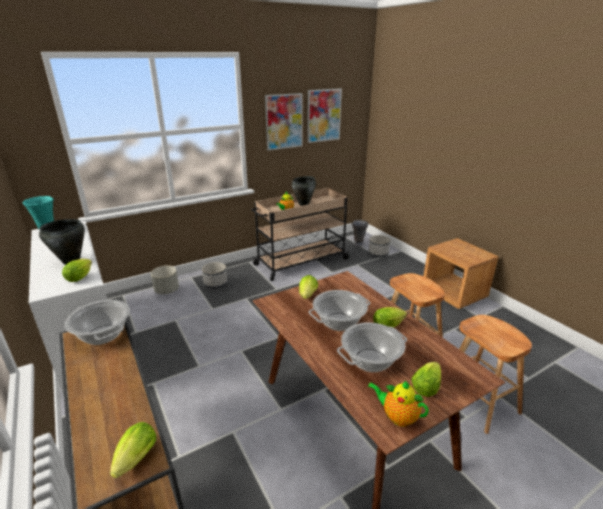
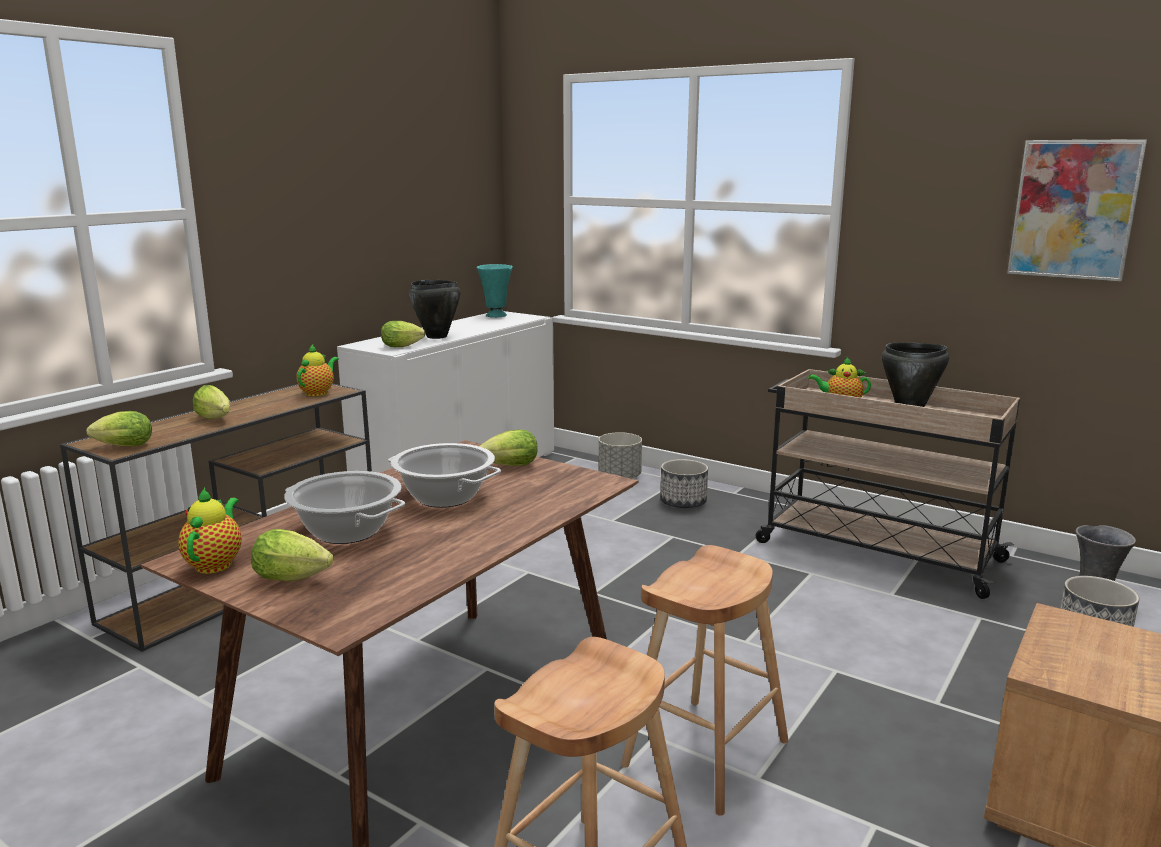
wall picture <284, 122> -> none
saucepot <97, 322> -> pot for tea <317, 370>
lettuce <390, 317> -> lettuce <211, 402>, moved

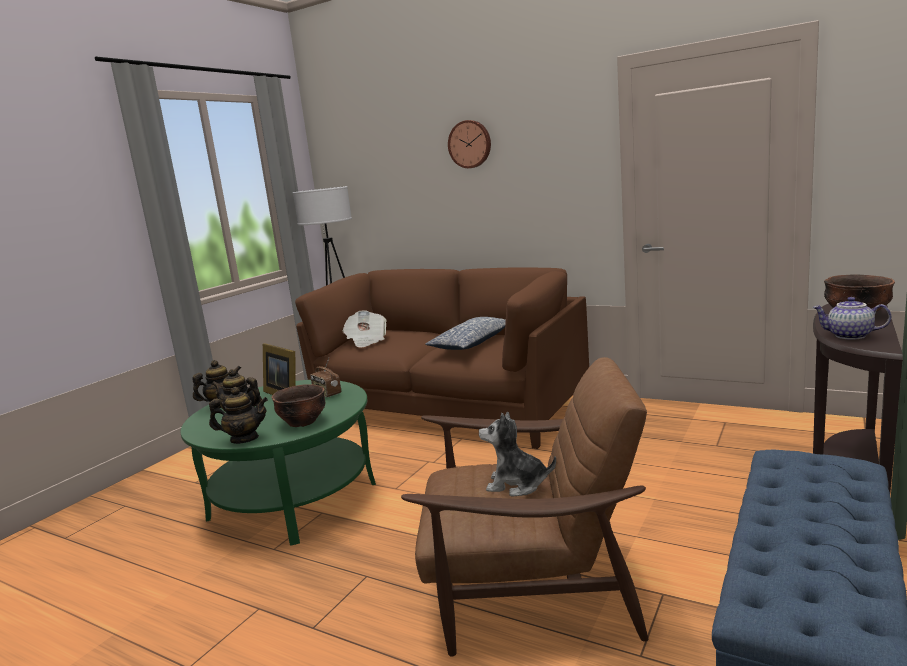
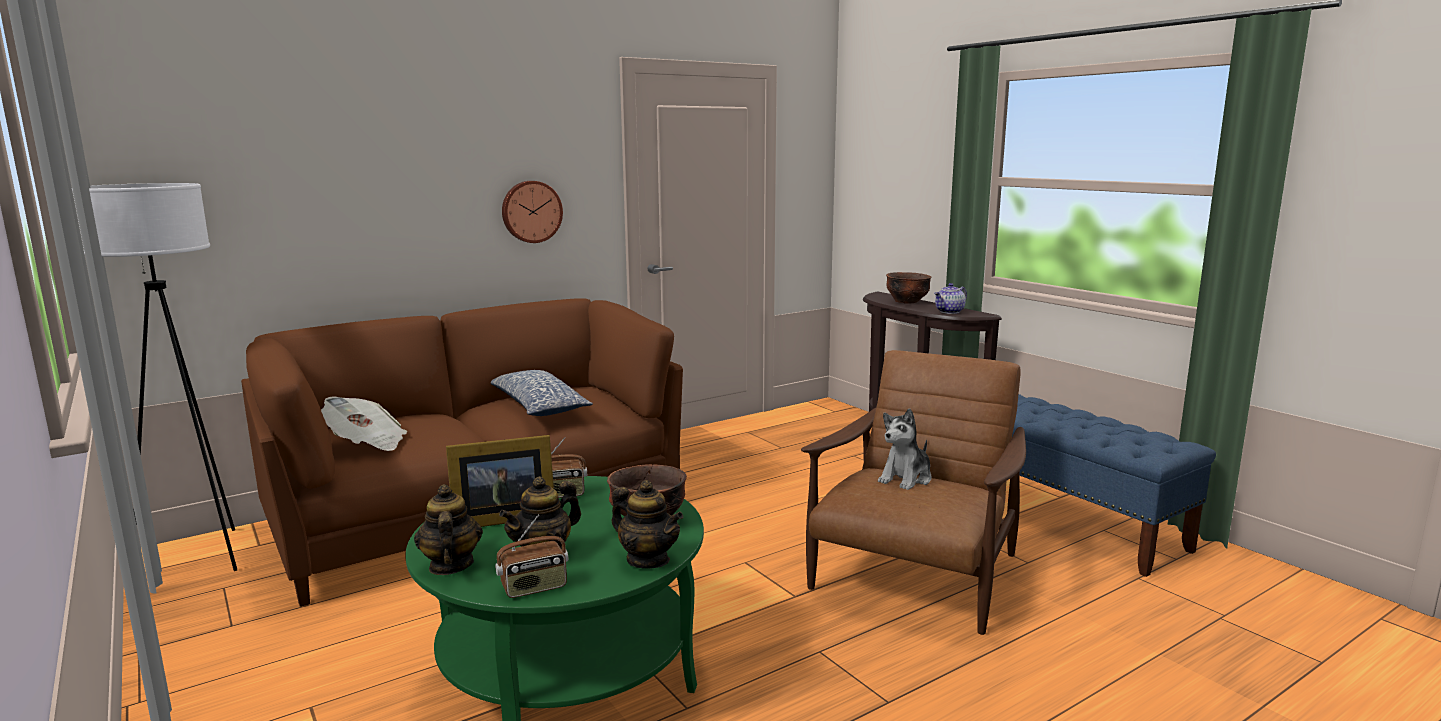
wall clock <469, 144> -> wall clock <532, 212>, moved
pot for tea <238, 415> -> pot for tea <647, 524>, 105 degrees clockwise
none -> radio <531, 556>

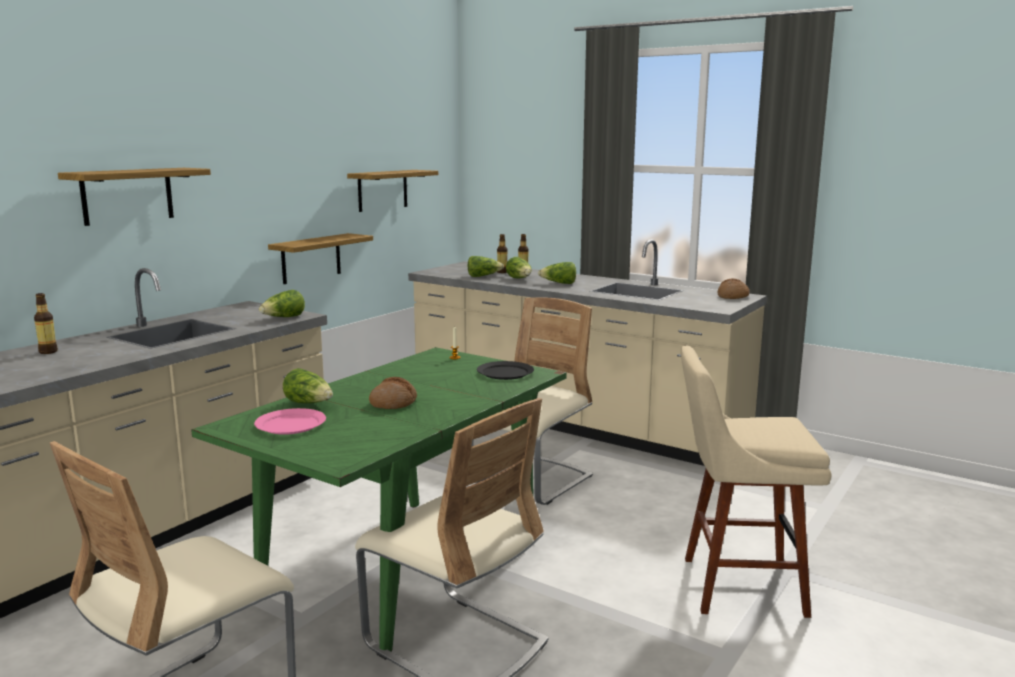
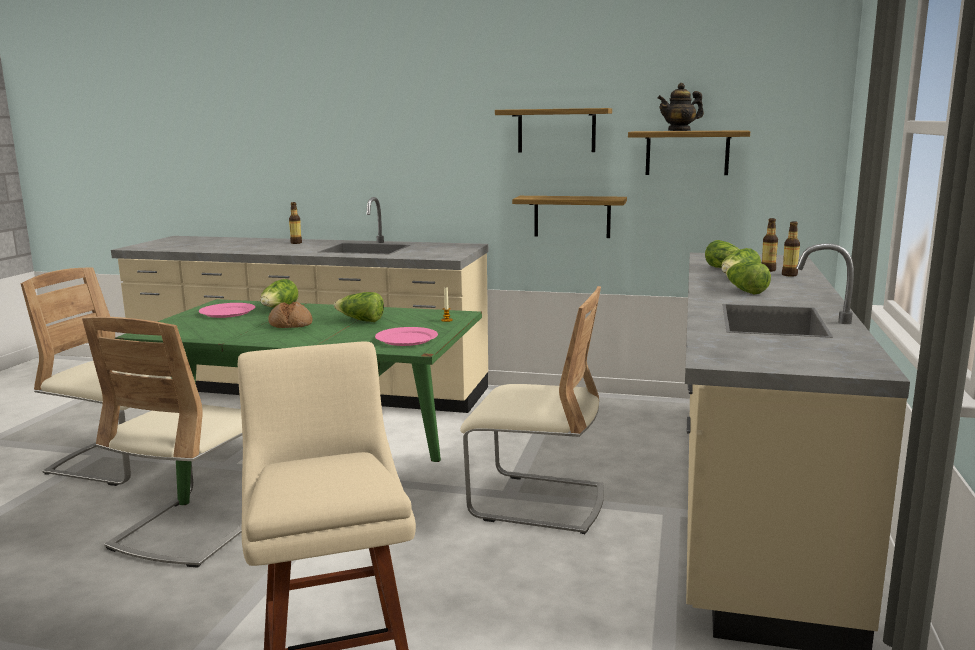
wall shelf <134, 197> -> wall shelf <553, 130>, moved
bakery bread <733, 289> -> none
lettuce <282, 303> -> lettuce <359, 307>, moved
blackish flat dish <505, 370> -> pinkish flat dish <406, 336>
none -> pot for tea <681, 107>

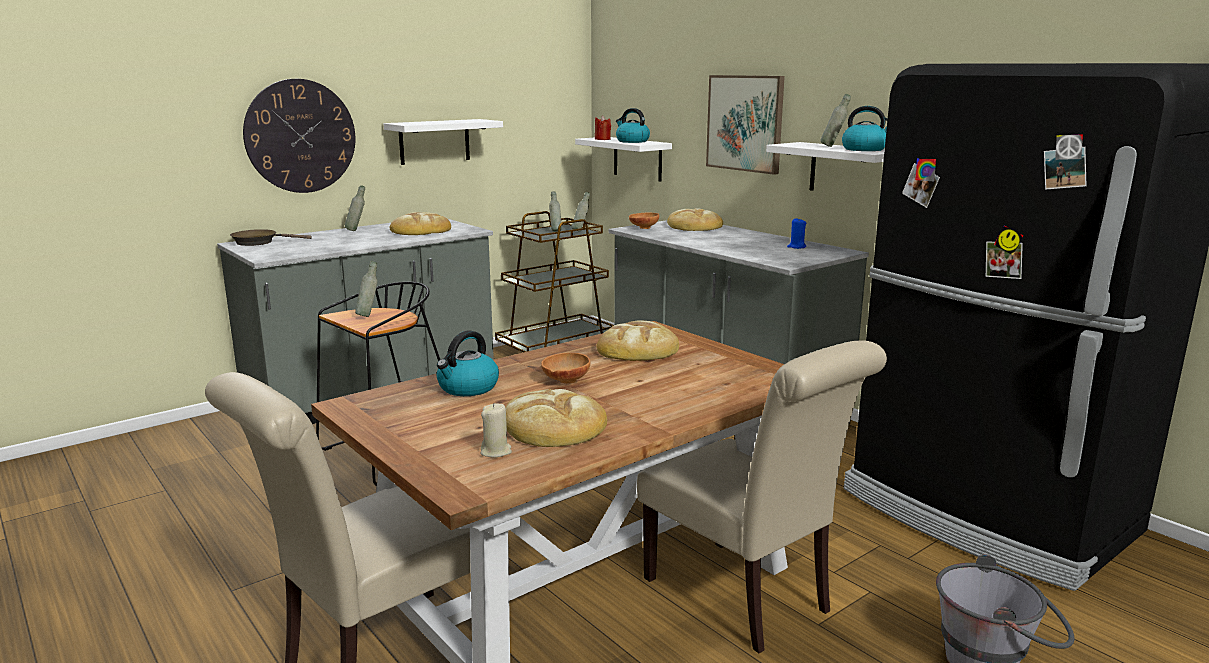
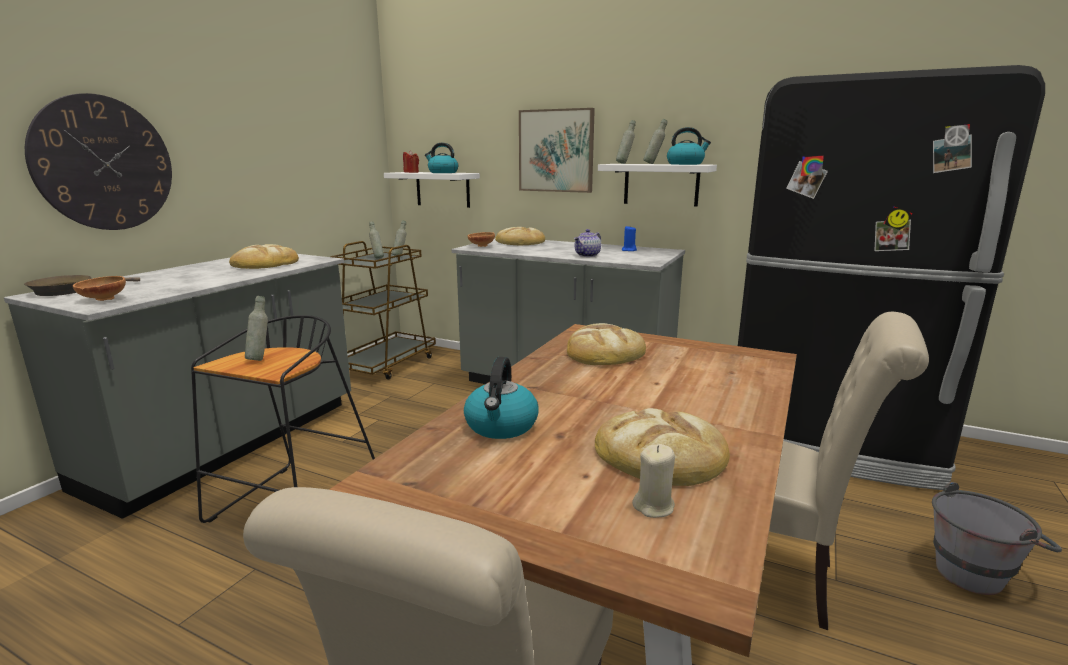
white wall shelf <443, 142> -> none
grey beverage bottle <355, 208> -> grey beverage bottle <626, 142>, moved
brownish deep dish <566, 368> -> brownish deep dish <99, 288>, moved
none -> pot for tea <587, 243>

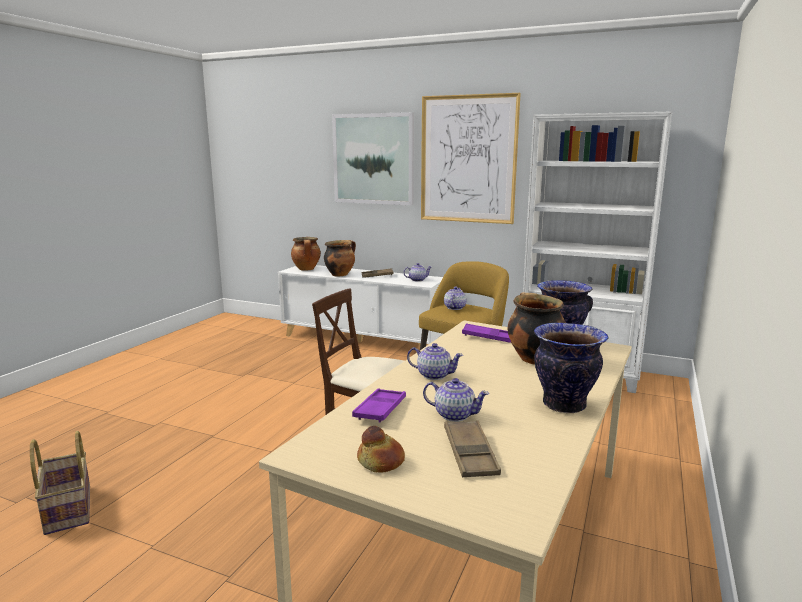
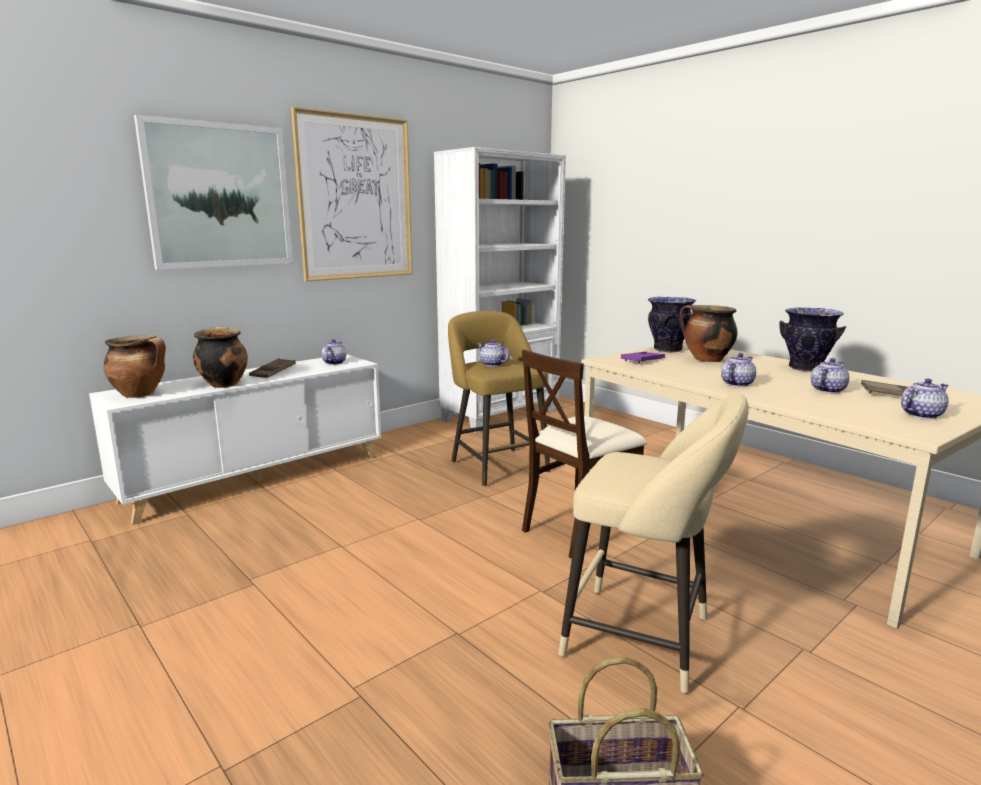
purple serving tray <379, 405> -> none
bakery bread <381, 449> -> pot for tea <925, 398>
none -> sand-coloured stool <654, 544>

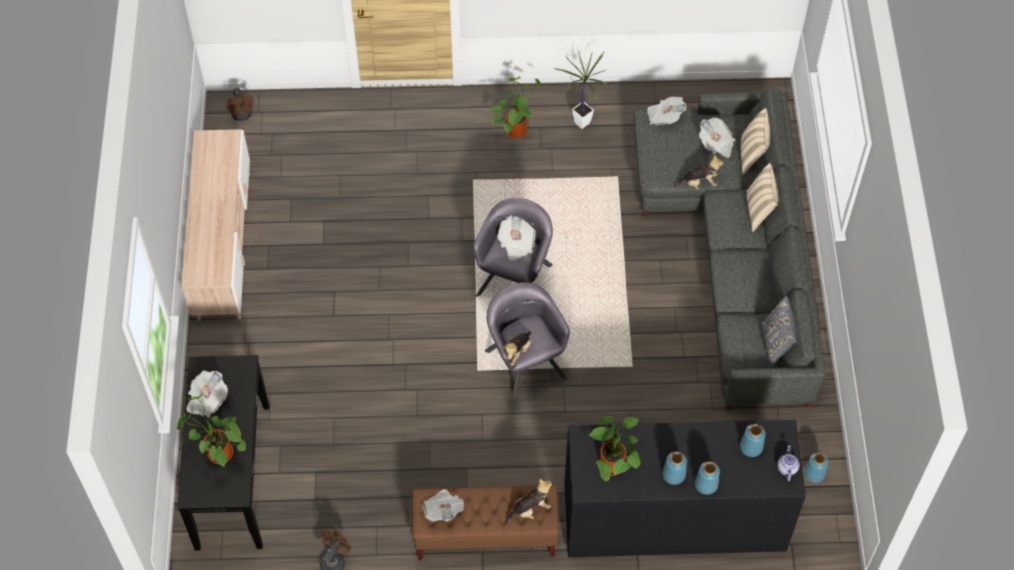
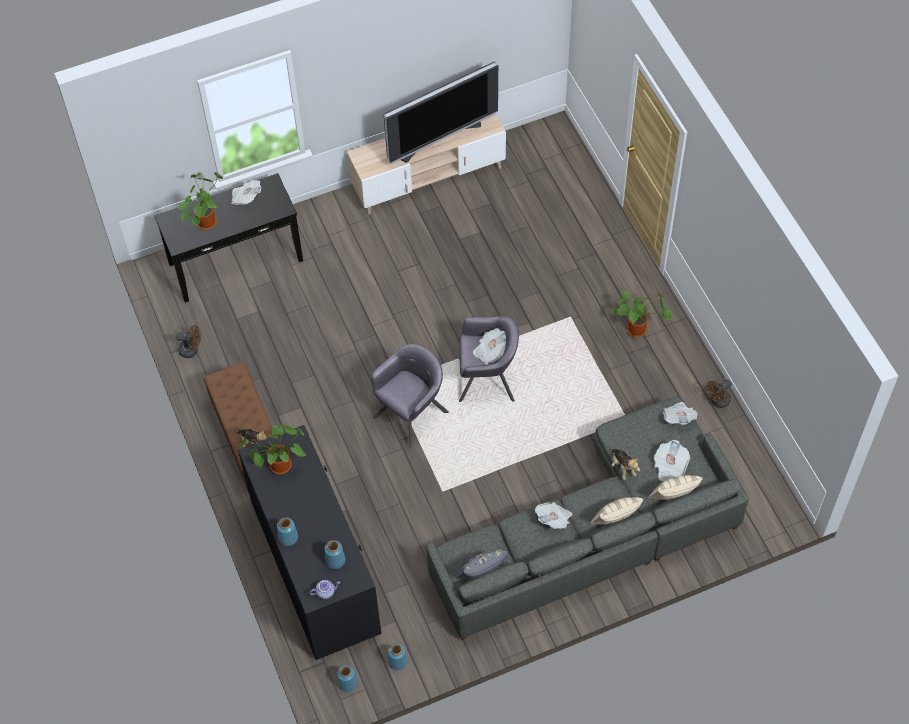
plant in a pot <581, 89> -> none
brownish cooling fan <240, 104> -> brownish cooling fan <719, 393>, moved
soft toy <516, 348> -> none
blue vase <675, 468> -> blue vase <347, 678>, moved
daily paper <443, 505> -> daily paper <553, 515>, moved
none -> TV set <441, 112>

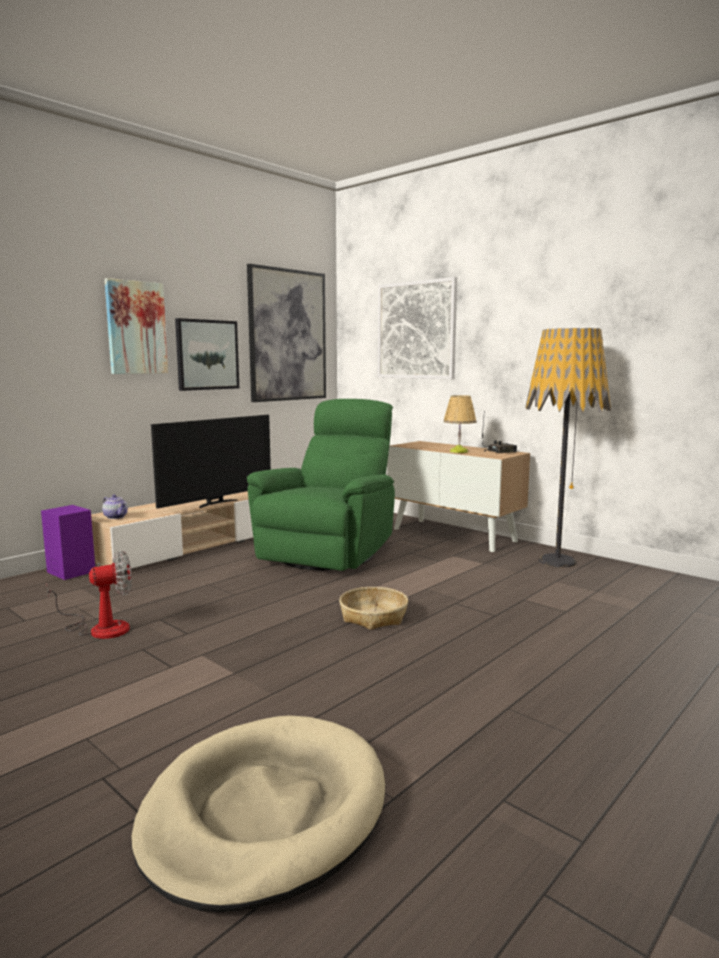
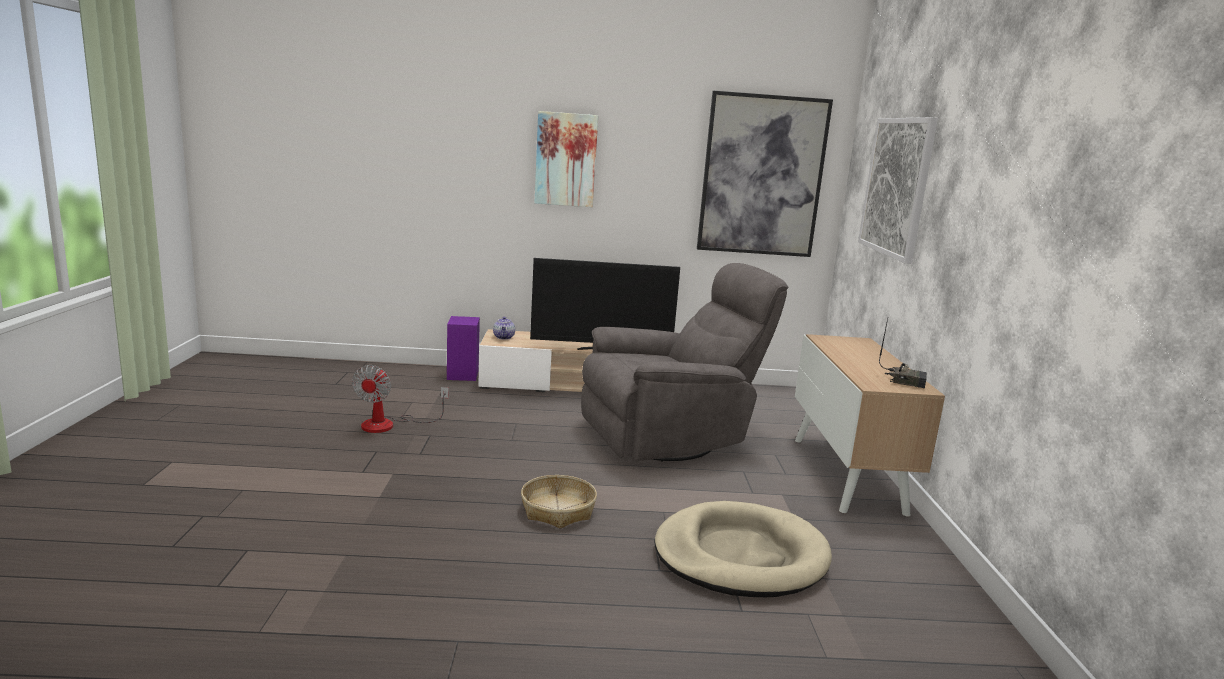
wall picture <207, 354> -> none
standard lamp <568, 447> -> none
table lamp <460, 424> -> none
greenish armchair <321, 485> -> grey armchair <685, 362>
cooling fan <89, 595> -> cooling fan <400, 399>, 75 degrees clockwise
sand-coloured dog cushion <258, 813> -> sand-coloured dog cushion <743, 549>, moved

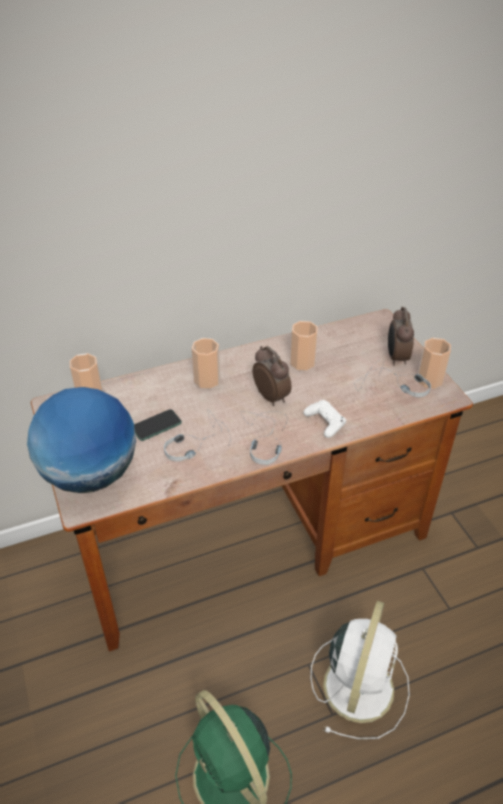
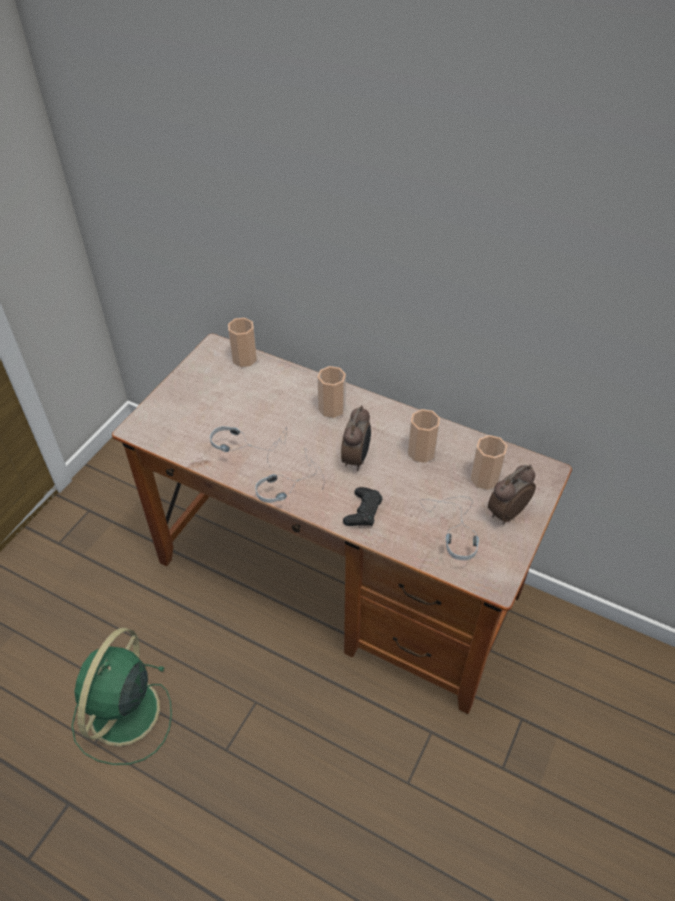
cup <434, 363> -> cup <488, 462>, moved
world globe <81, 440> -> none
white gamepad <324, 419> -> blackish gamepad <363, 506>
handset <158, 425> -> none
white cooling fan <360, 670> -> none

